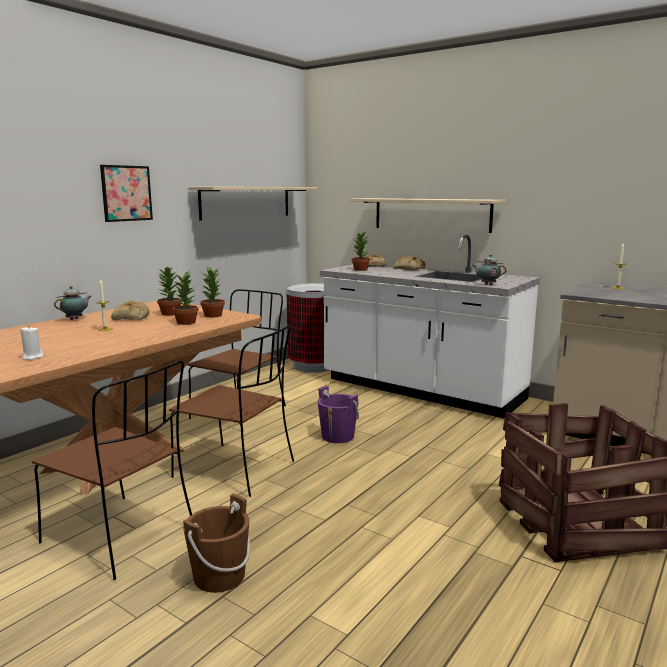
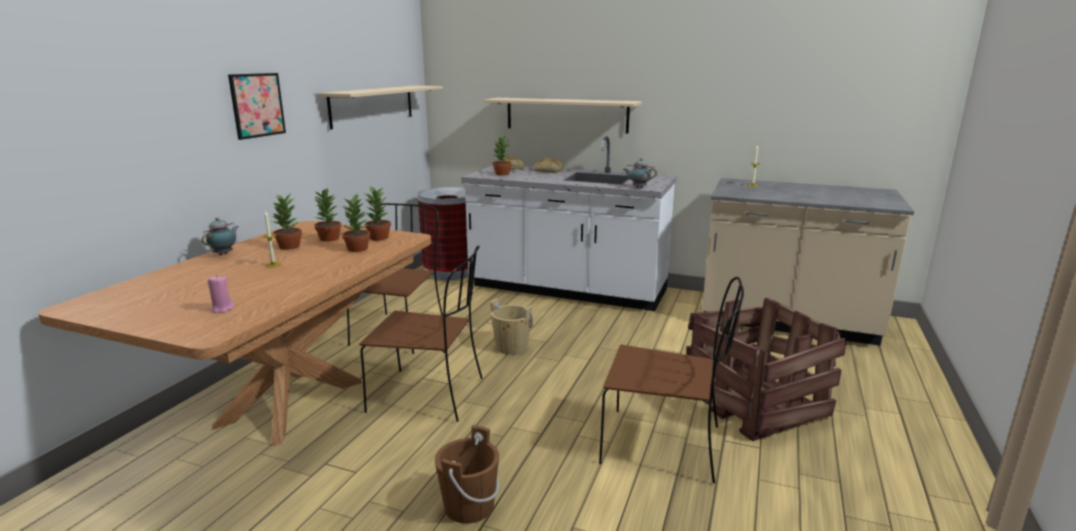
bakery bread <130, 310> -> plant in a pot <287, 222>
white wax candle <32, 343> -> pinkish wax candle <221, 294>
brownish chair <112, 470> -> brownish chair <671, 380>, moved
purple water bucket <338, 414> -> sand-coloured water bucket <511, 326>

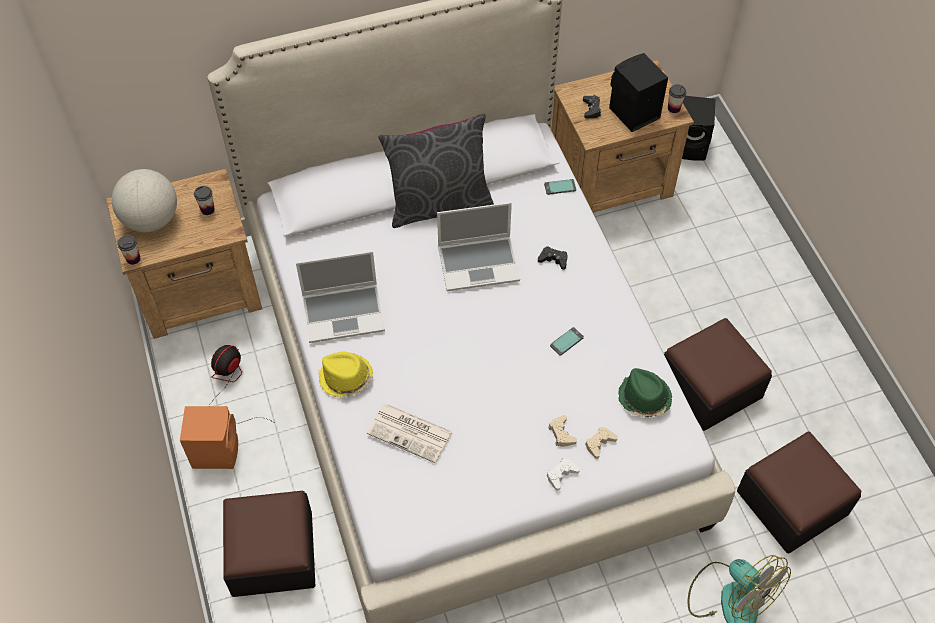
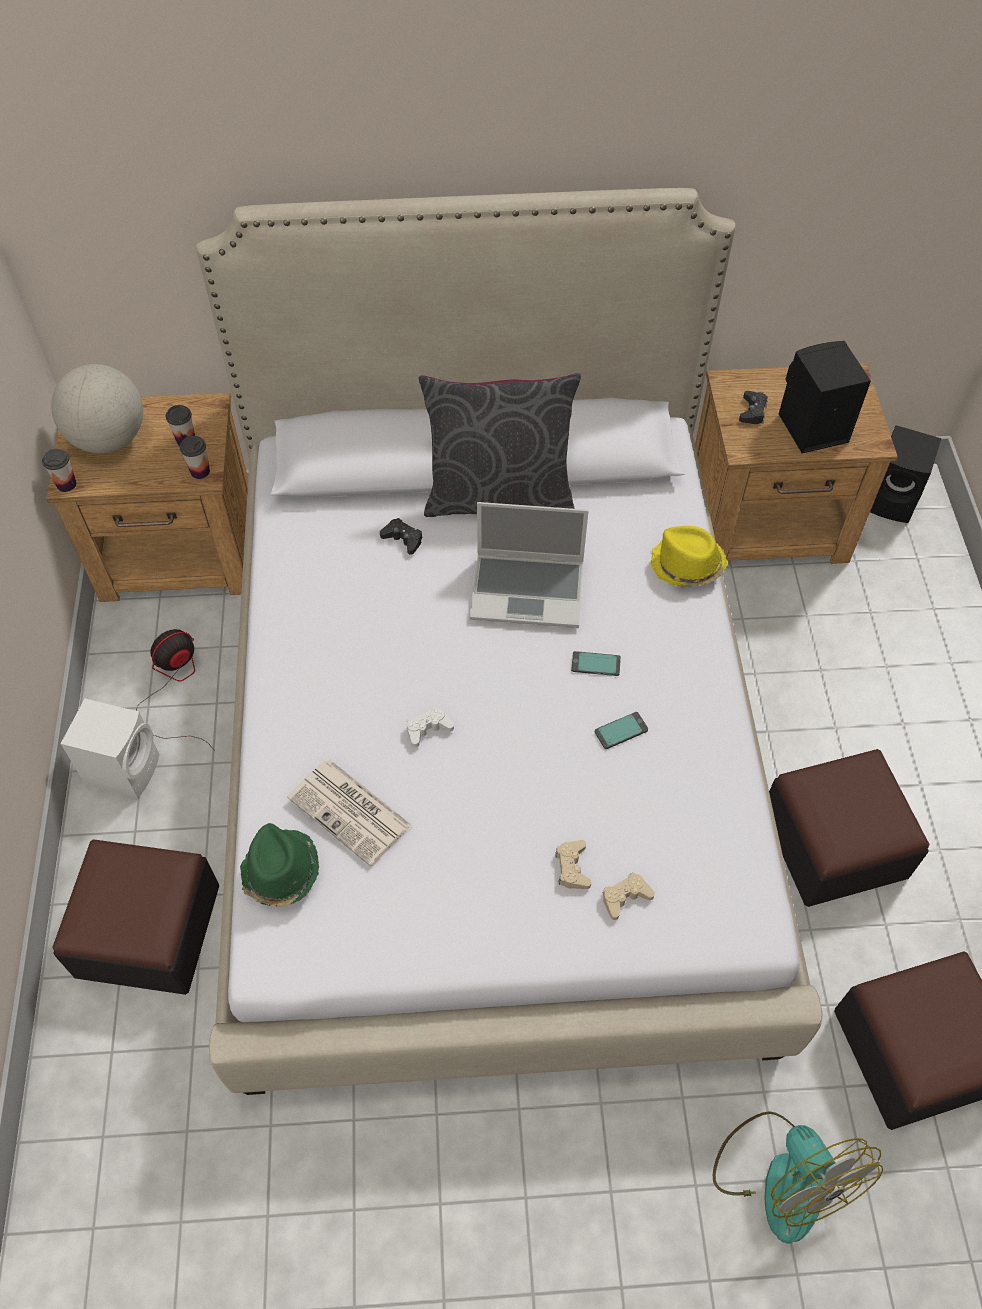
cup <677, 98> -> cup <195, 457>, moved
handset <560, 187> -> handset <596, 663>, moved
blackish gamepad <553, 258> -> blackish gamepad <401, 536>, moved
laptop <340, 297> -> none
yellow hat <346, 375> -> yellow hat <689, 557>, moved
greenish hat <645, 392> -> greenish hat <279, 865>, moved
orange-coloured loudspeaker <209, 437> -> white loudspeaker <110, 748>
white gamepad <563, 474> -> white gamepad <430, 726>, moved

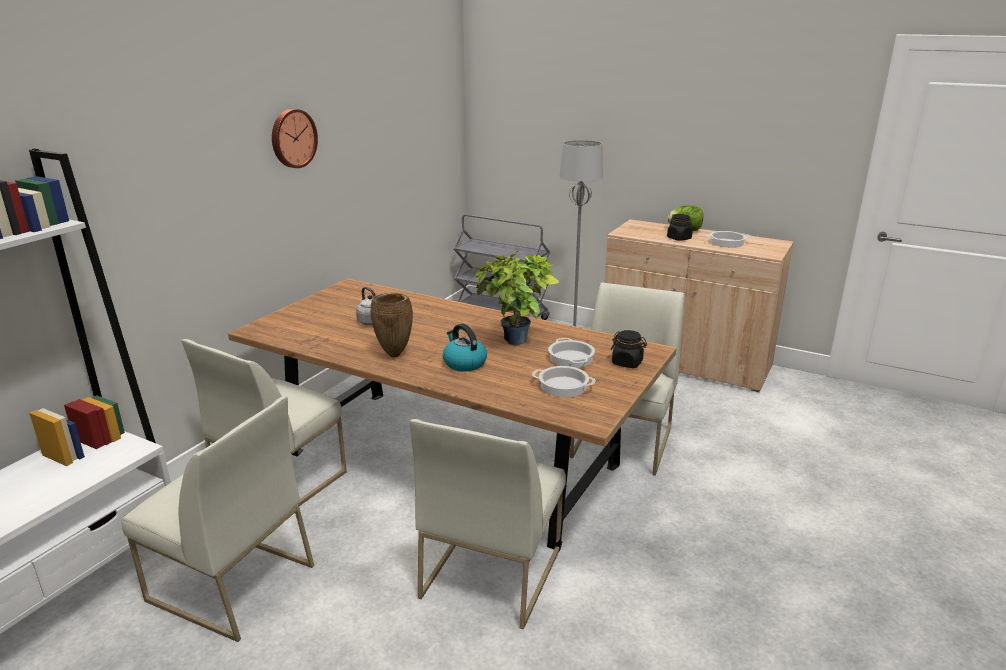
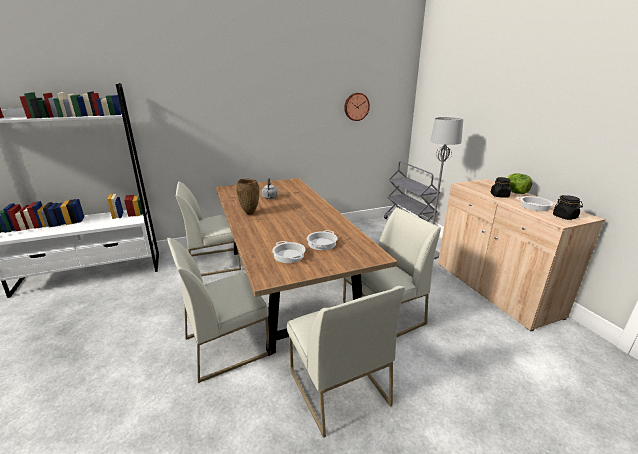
wall clock <295, 138> -> wall clock <357, 107>, moved
plant in a pot <517, 298> -> none
kettle <465, 347> -> none
blackish jar <629, 349> -> blackish jar <568, 207>, moved
white chair <218, 519> -> white chair <346, 362>, moved

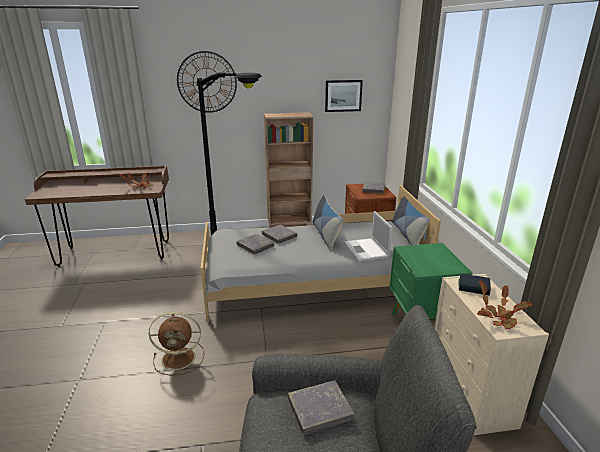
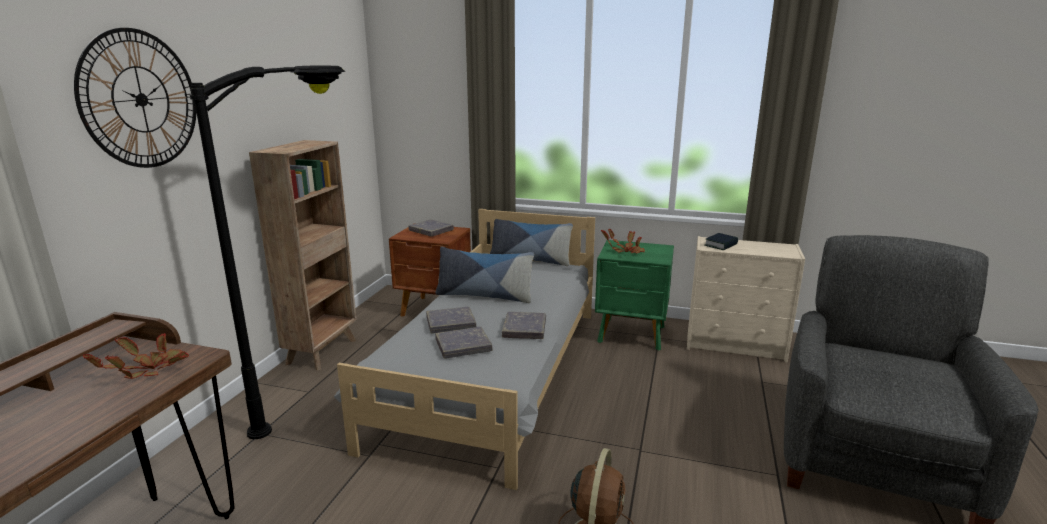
wall picture <344, 96> -> none
laptop <368, 236> -> none
plant in a pot <504, 304> -> plant in a pot <623, 241>, moved
grey book <321, 407> -> grey book <524, 325>, moved

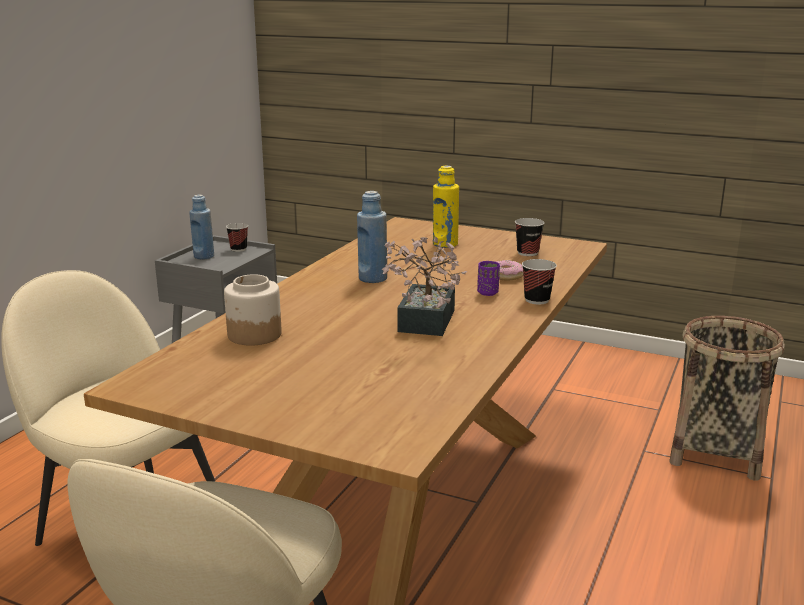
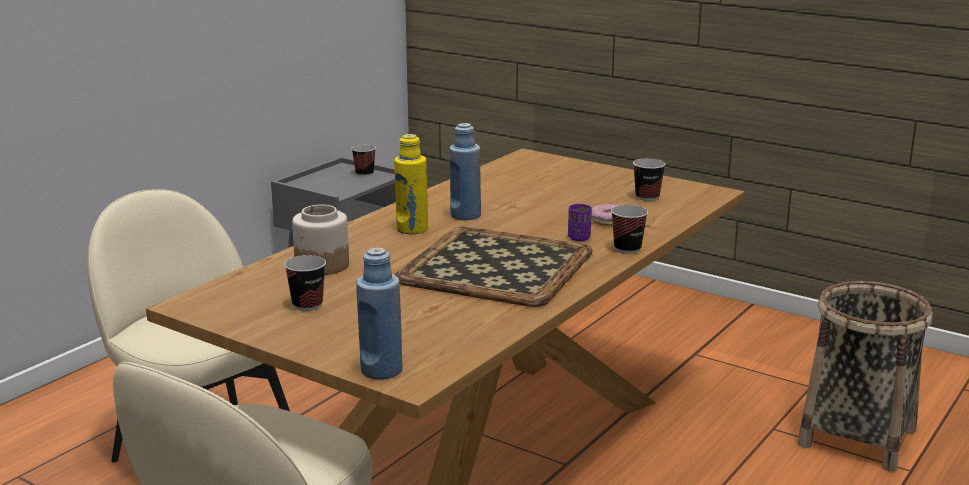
yellow beverage bottle <446, 207> -> yellow beverage bottle <411, 184>, moved
blue beverage bottle <201, 227> -> blue beverage bottle <379, 313>, moved
plant in a pot <424, 286> -> serving tray <494, 267>
none -> cup <305, 283>

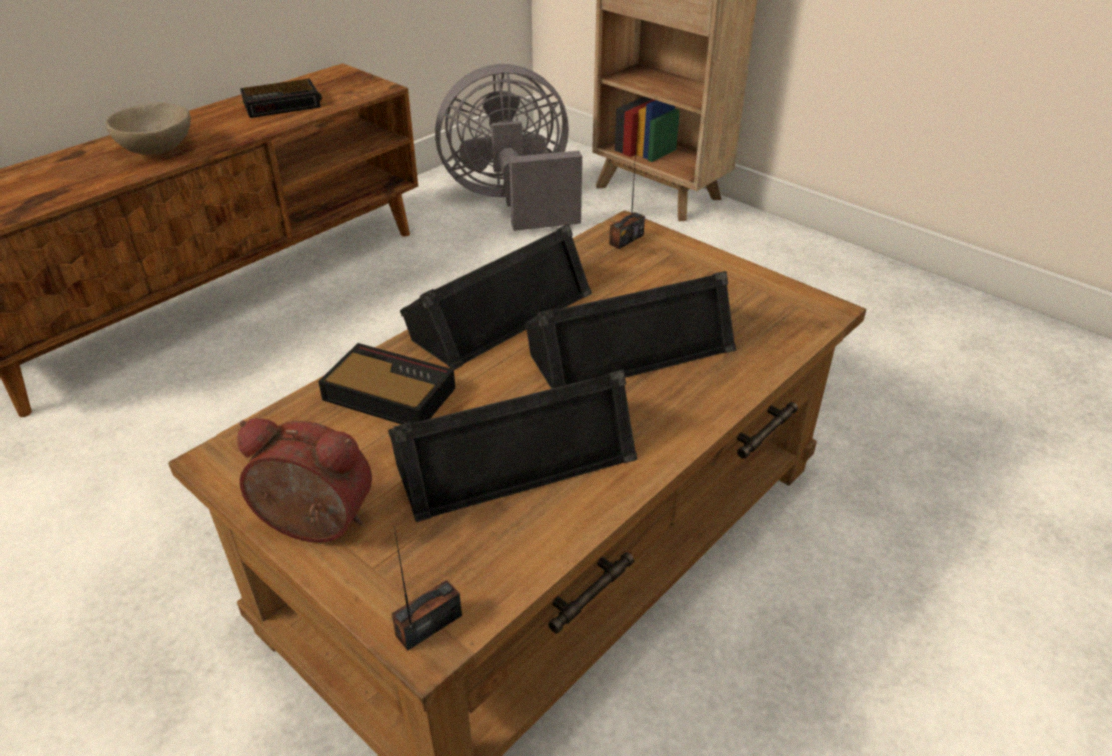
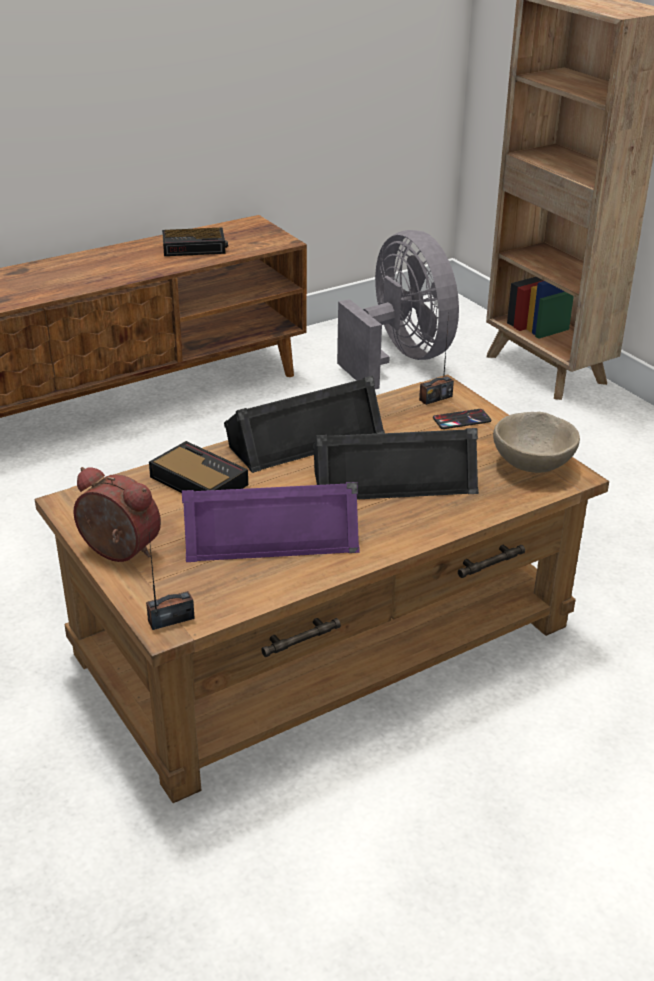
grey cooling fan <508, 147> -> grey cooling fan <398, 309>, 60 degrees clockwise
sand-coloured deep dish <148, 128> -> sand-coloured deep dish <536, 442>, moved
blackish loudspeaker <512, 445> -> purple loudspeaker <271, 522>
none -> handset <462, 419>

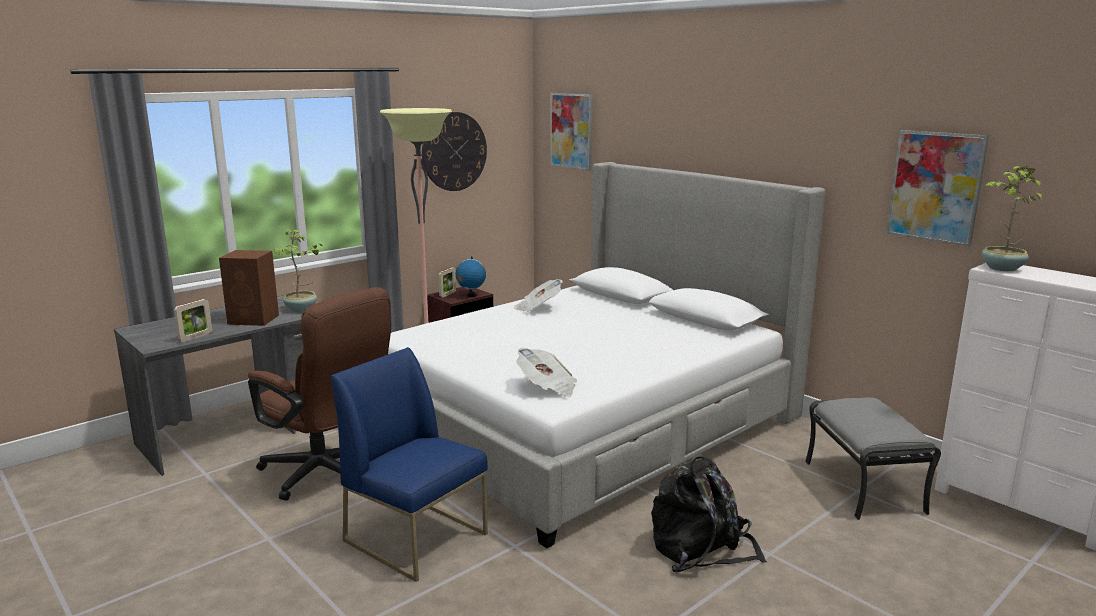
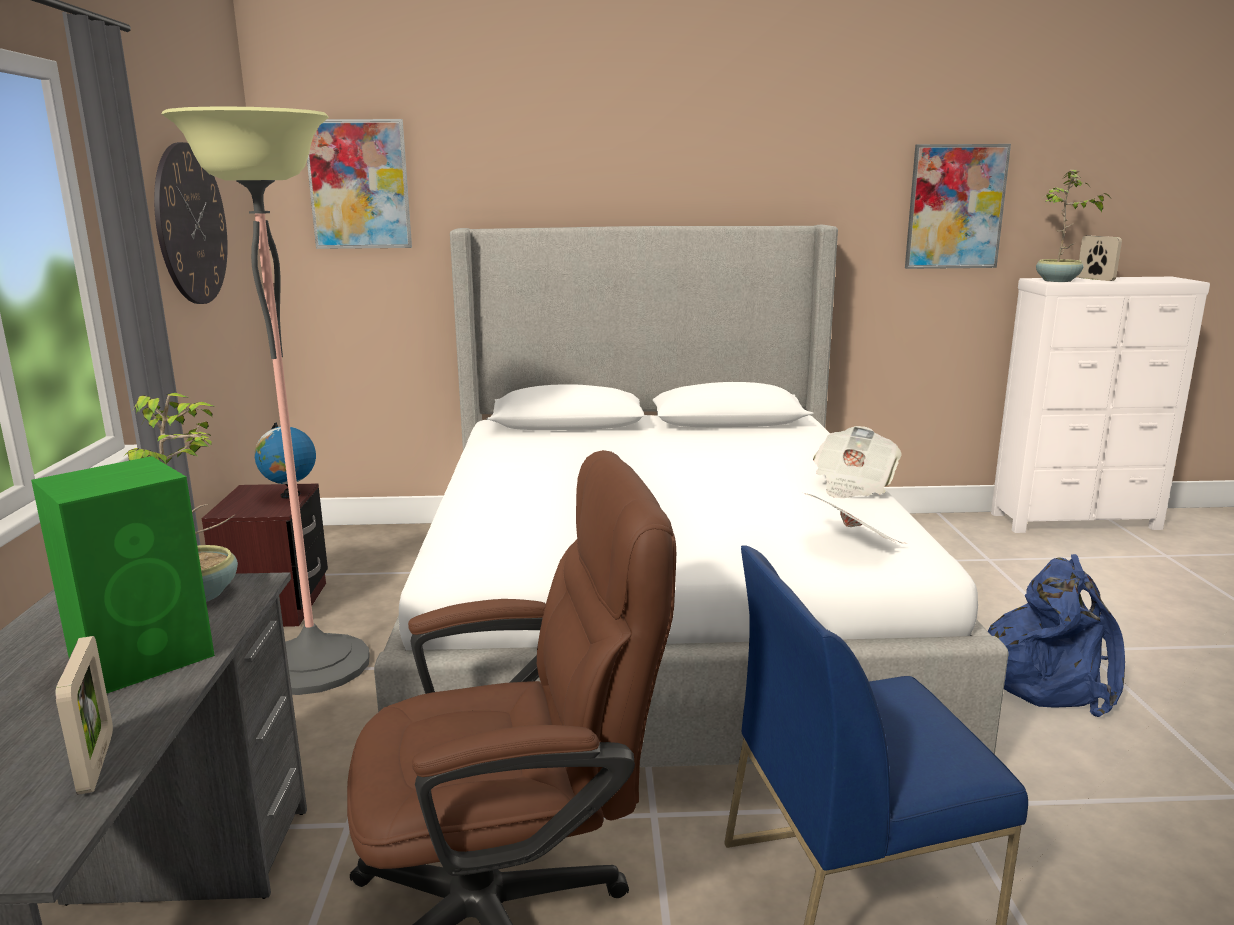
brownish loudspeaker <249, 288> -> greenish loudspeaker <123, 574>
photo frame <447, 282> -> photo frame <1100, 258>, moved
daily paper <538, 295> -> daily paper <857, 462>, moved
grey pouffe <873, 458> -> none
blackish backpack <709, 514> -> blue backpack <1056, 635>

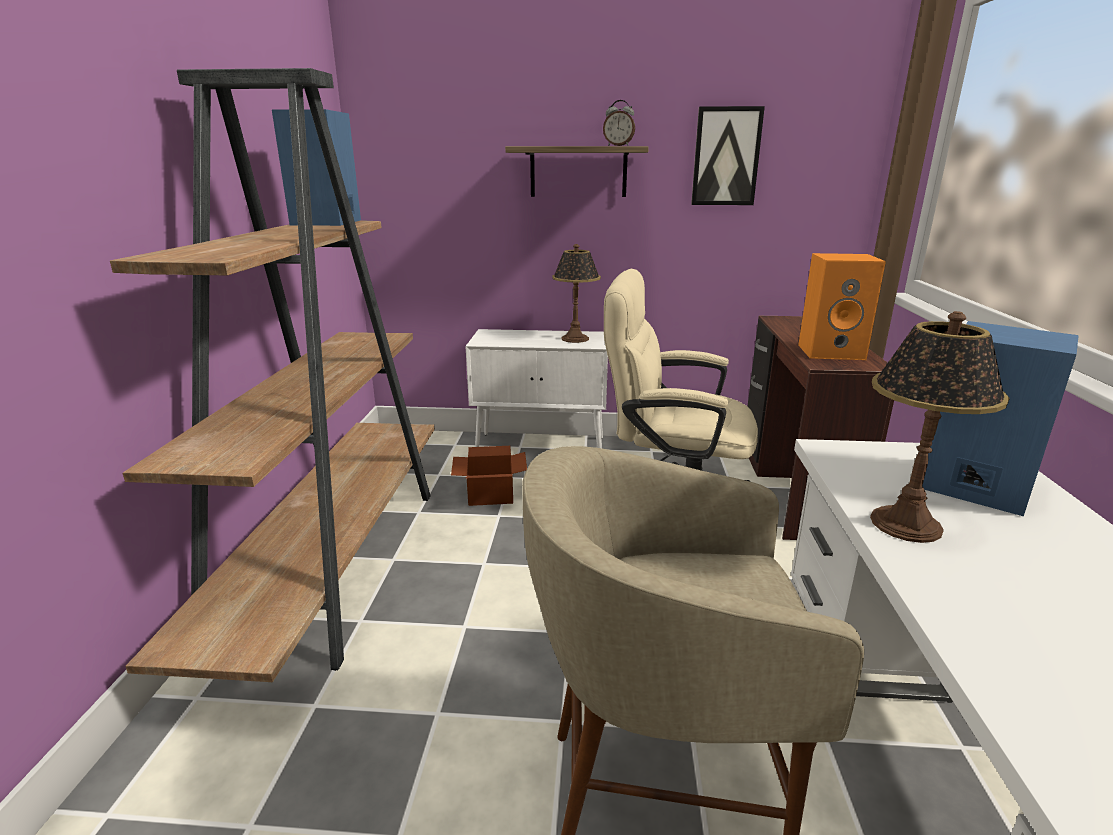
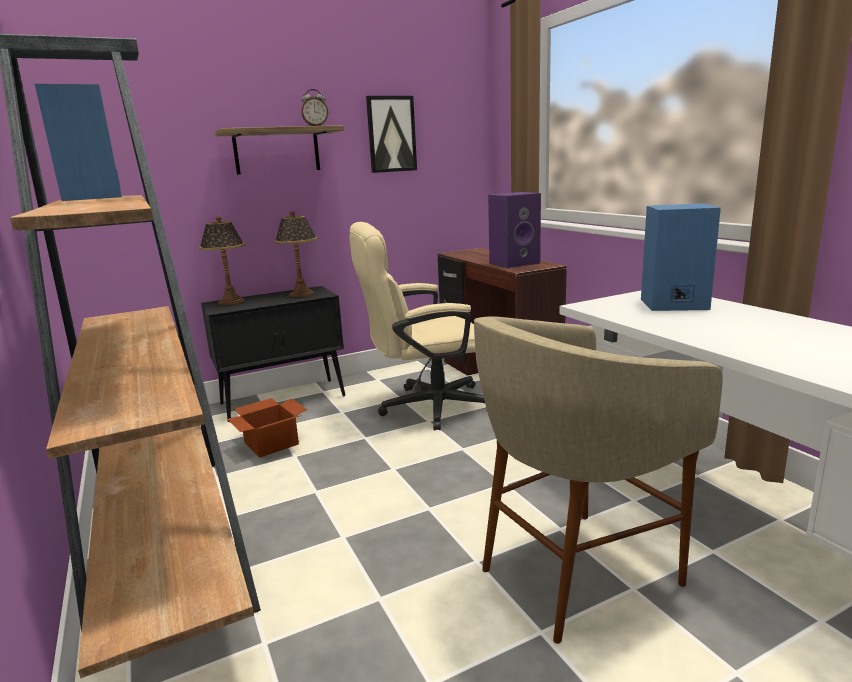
orange-coloured loudspeaker <842, 306> -> purple loudspeaker <514, 230>
table lamp <940, 427> -> table lamp <222, 260>, moved
white storage cabinet <536, 388> -> blackish storage cabinet <273, 354>

